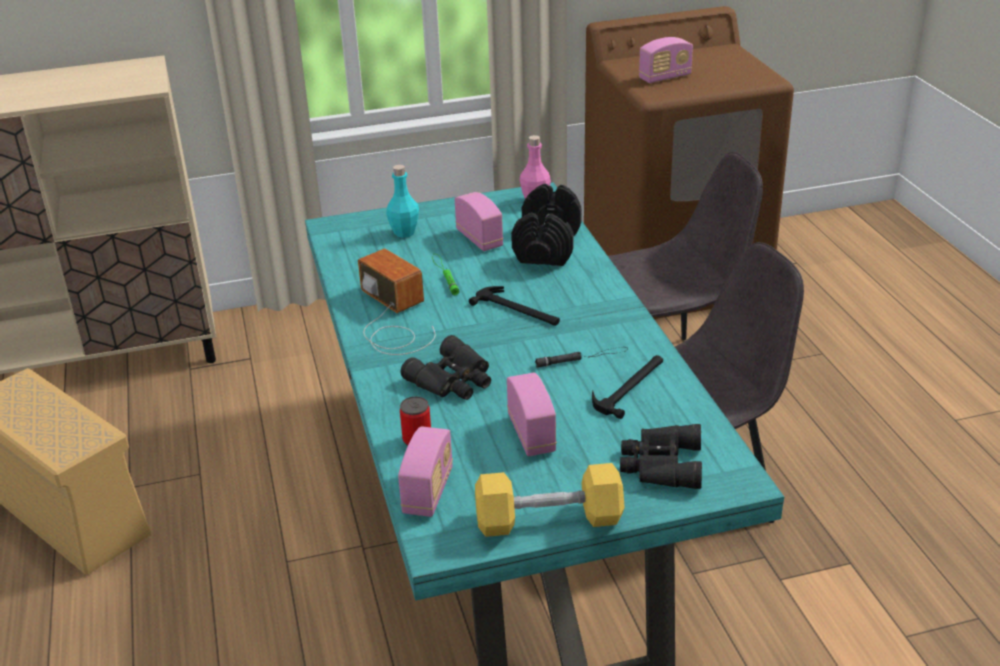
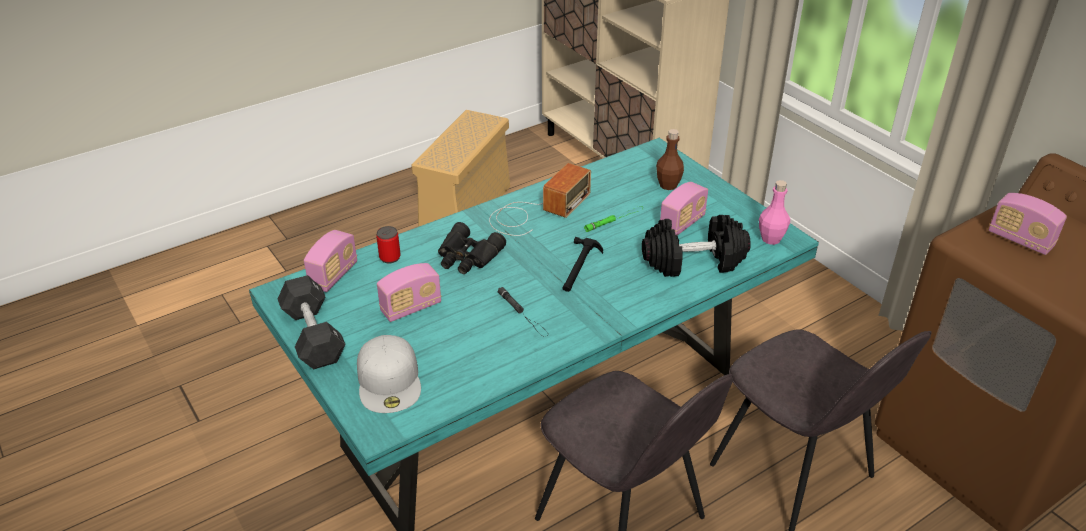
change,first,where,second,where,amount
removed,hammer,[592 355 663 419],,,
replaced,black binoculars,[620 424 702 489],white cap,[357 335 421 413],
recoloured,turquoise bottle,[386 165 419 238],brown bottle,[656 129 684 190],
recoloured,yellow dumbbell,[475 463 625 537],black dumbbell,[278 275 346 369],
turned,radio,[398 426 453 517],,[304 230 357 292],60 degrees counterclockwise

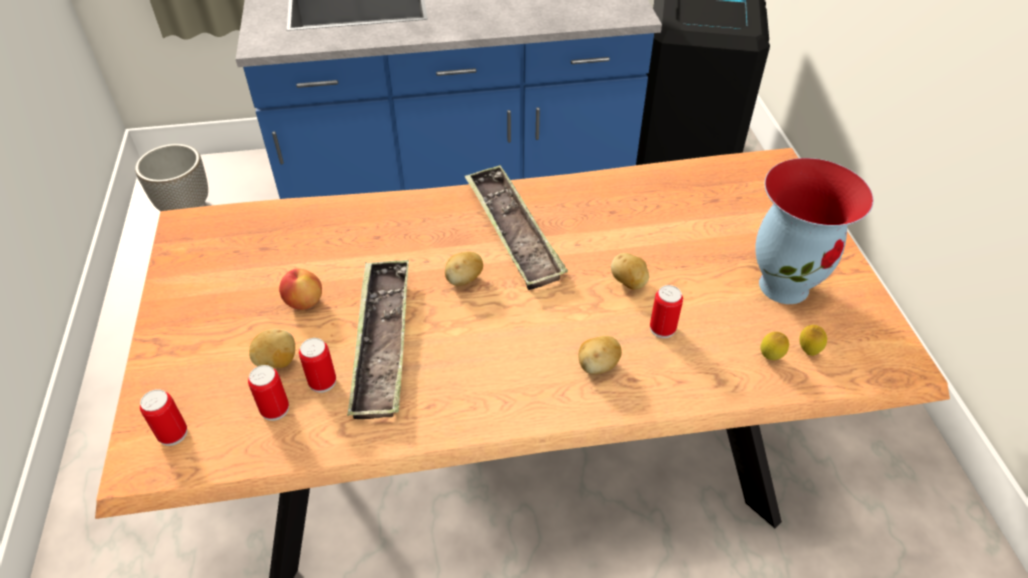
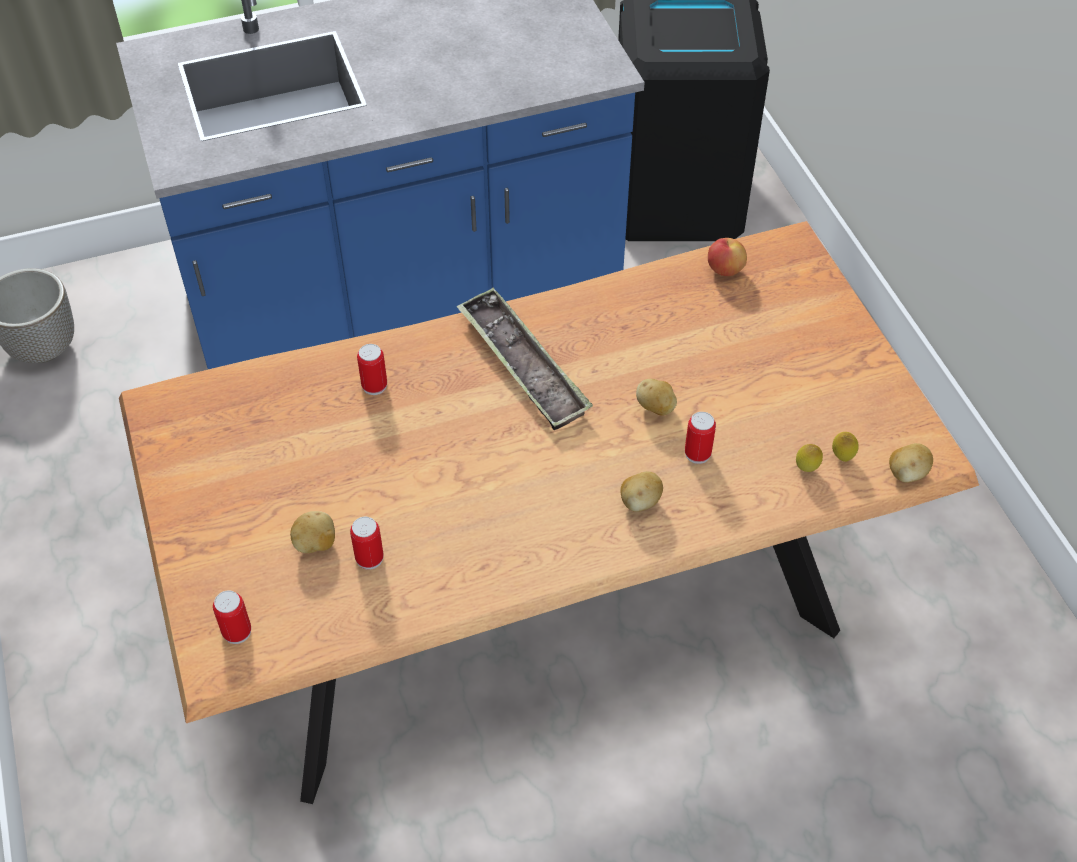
change,first,where,second,where,amount
removed,tray,[347 260 409 419],,,
removed,vase,[755 158 874 304],,,
moved,can,[248 365 289 421],,[357 344 387 395],
moved,apple,[279 269 322 310],,[708 238 747 276],
moved,potato,[445 251 483 286],,[889 443 933 483],

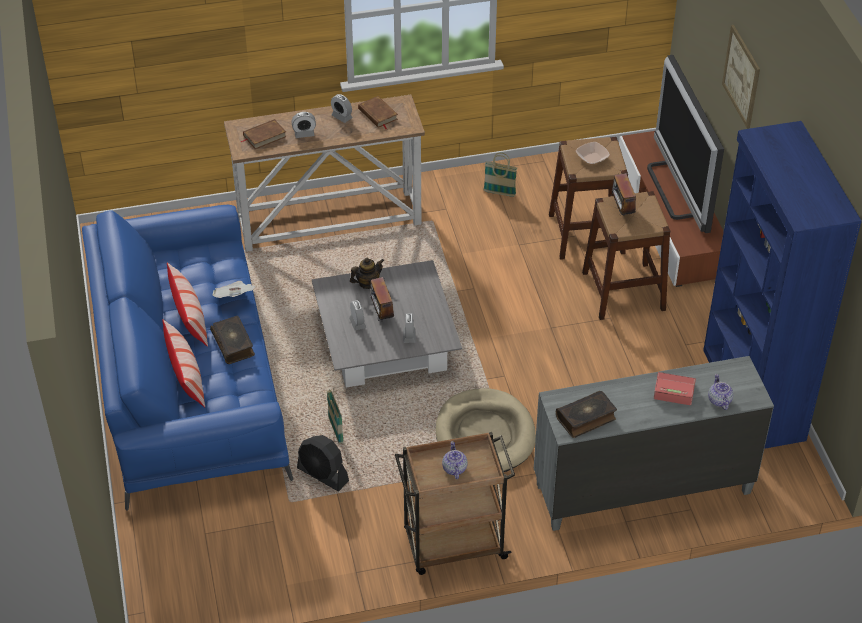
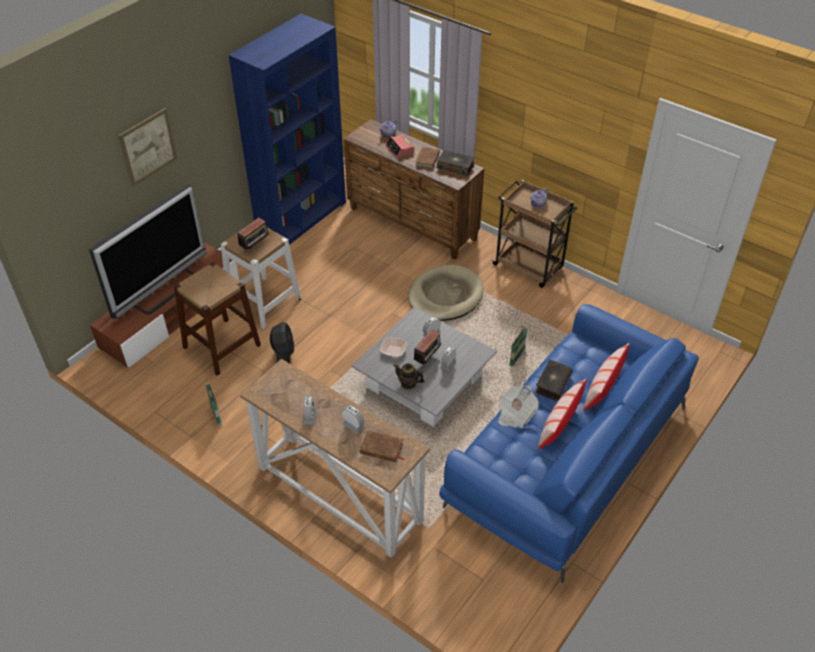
change,first,where,second,where,amount
moved,black fan,[297 435 349 492],,[270 322 294 363],
moved,brown book,[358 96 398 129],,[416 147 440 169],
moved,bowl,[576 142 610 164],,[380 337 407 357],
recoloured,grey dresser,[534 356 774 531],brown dresser,[344 119 484 259],
recoloured,brown stool,[582 191 670 320],white stool,[221 227 301 329],

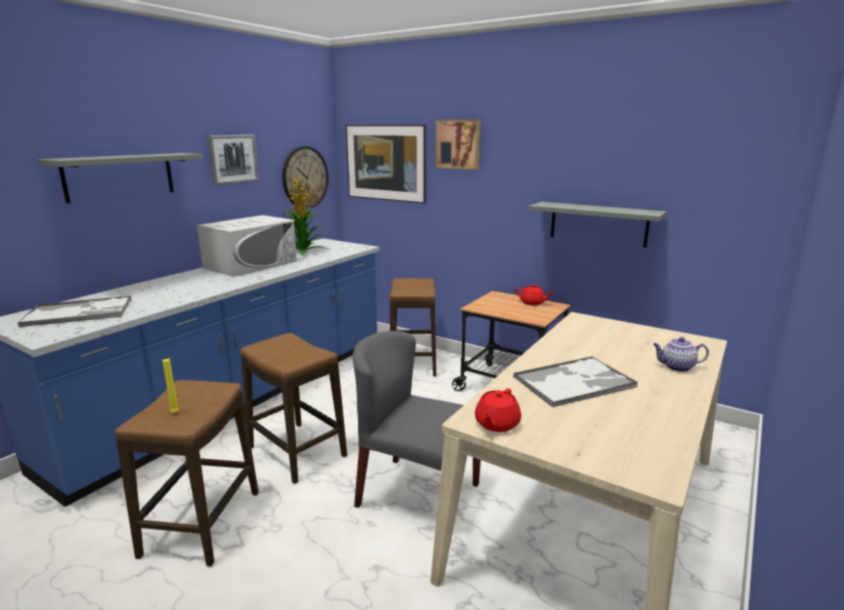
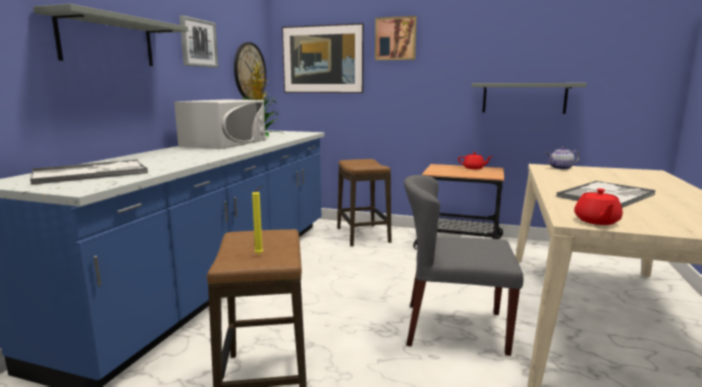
change,first,where,second,where,amount
removed,stool,[241 333 347 484],,,
moved,teapot,[653 337 709 372],,[546 146 580 170],

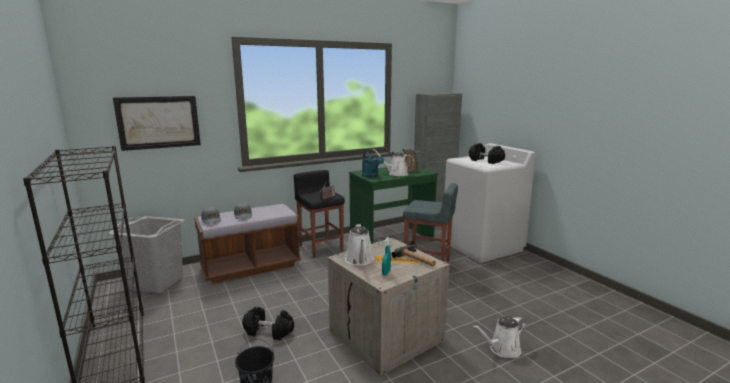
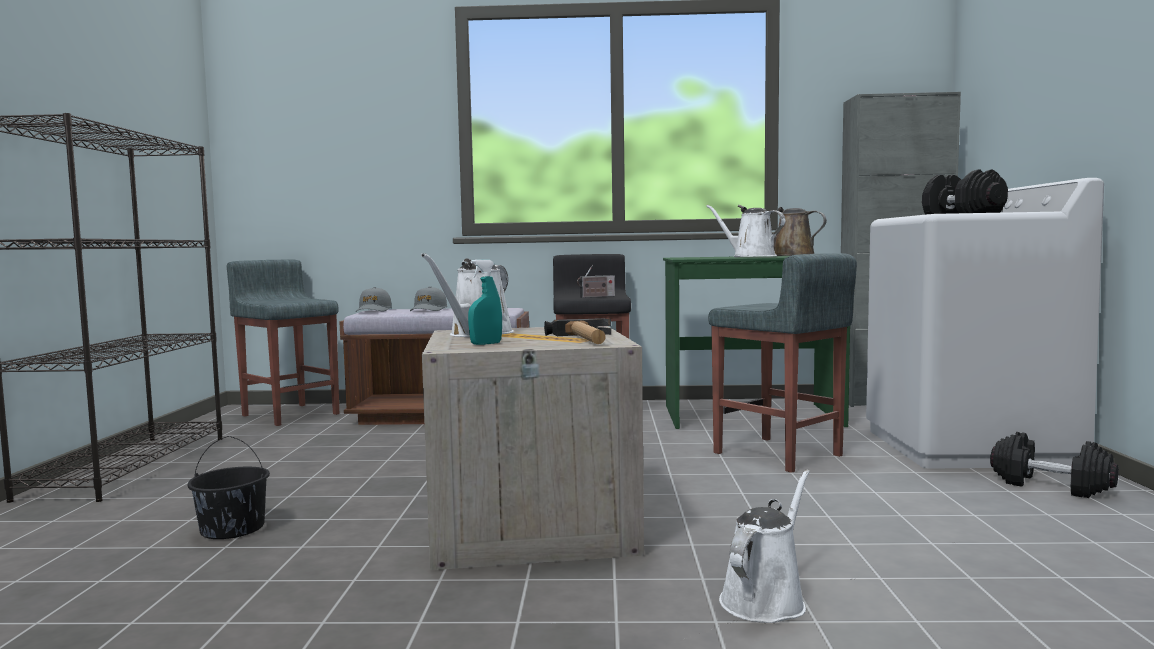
change,first,where,second,where,amount
removed,picture,[113 96 201 151],,,
removed,turquoise watering can,[362 152 384 178],,,
moved,black dumbbell,[242 307 294 340],,[990 432 1119 498],
replaced,grey laundry basket,[109 216 185 293],grey stool,[227 260 339 426],
turned,white watering can,[473 317 527 358],,[719 470 810 623],120 degrees clockwise

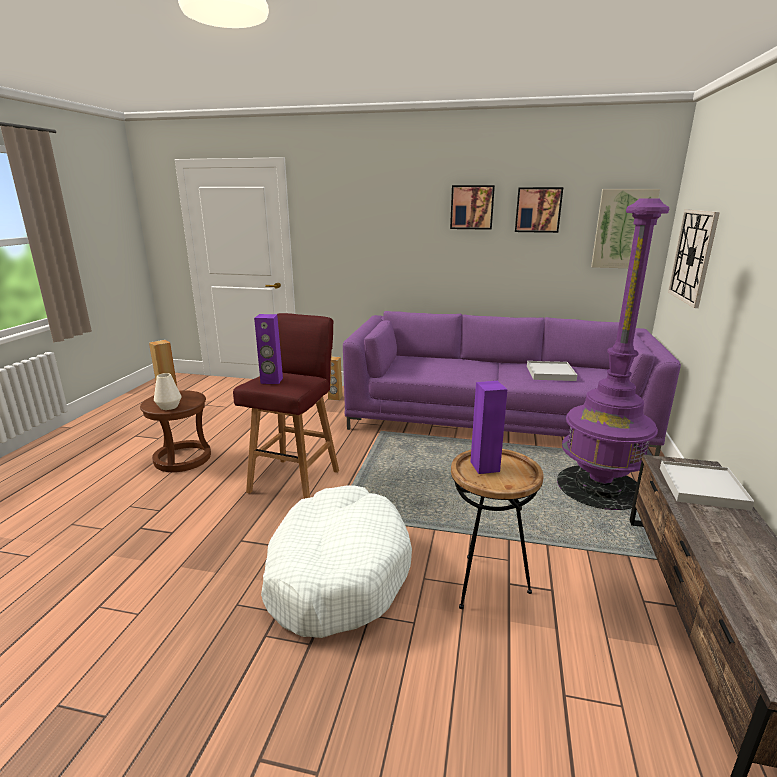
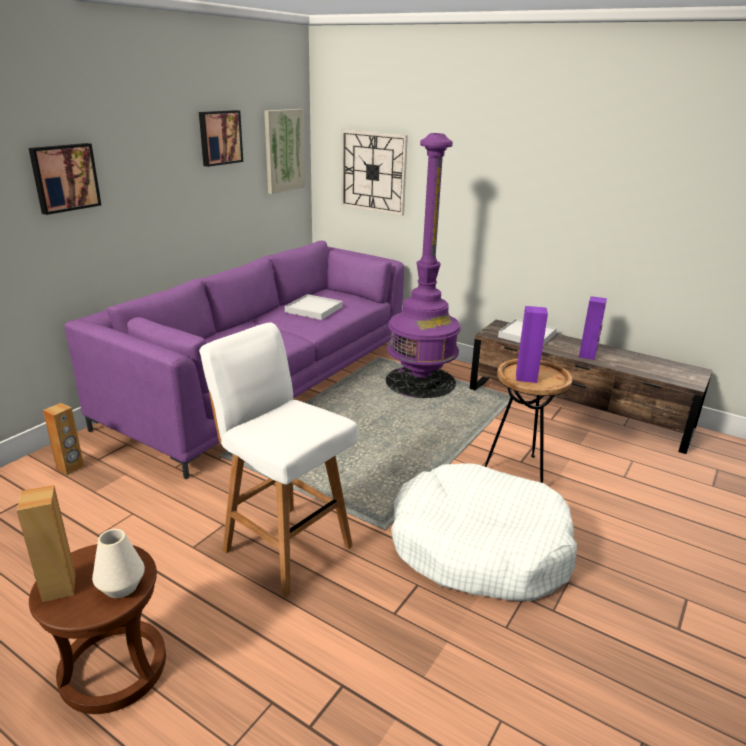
change,first,where,second,where,amount
moved,purple speaker,[254 314 283 384],,[579 296 607 360],
moved,picture,[450 185 495 230],,[29 143 101 215],
recoloured,red stool,[233 313 339 499],white stool,[199 322 358 597],

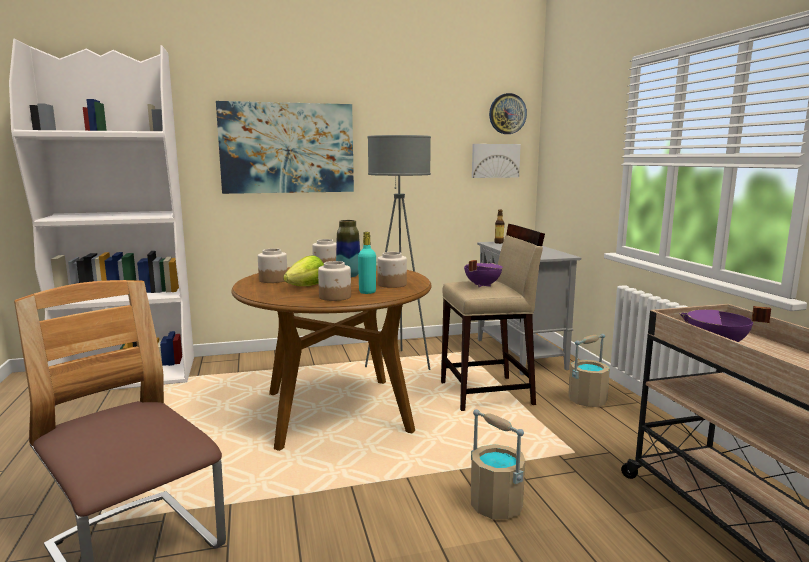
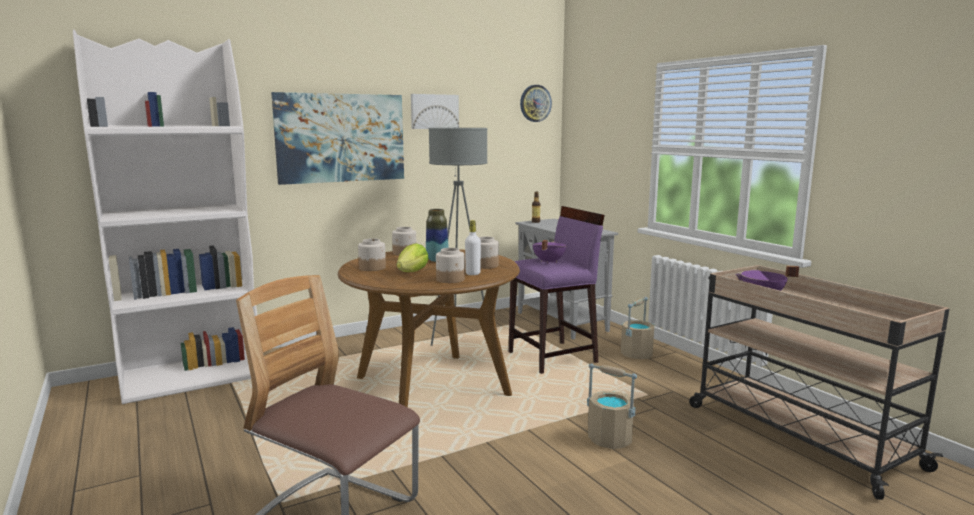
change,first,where,second,where,amount
moved,picture,[472 144 521 178],,[411 94 459 129],
recoloured,turquoise bottle,[358 232 376 294],white bottle,[465 220 481 275],
recoloured,beige stool,[441 224 545 411],purple stool,[509 206 605 374],

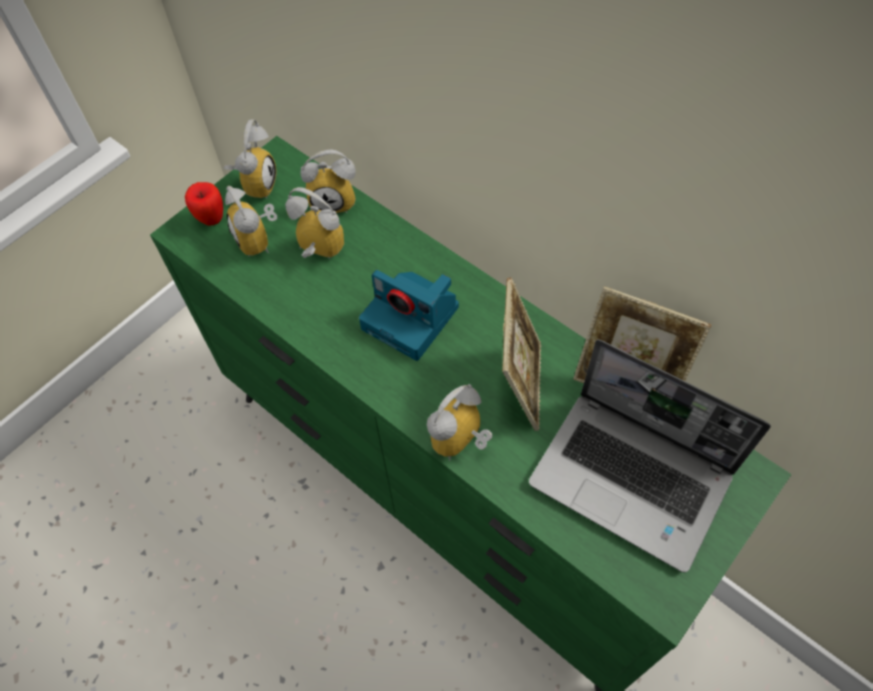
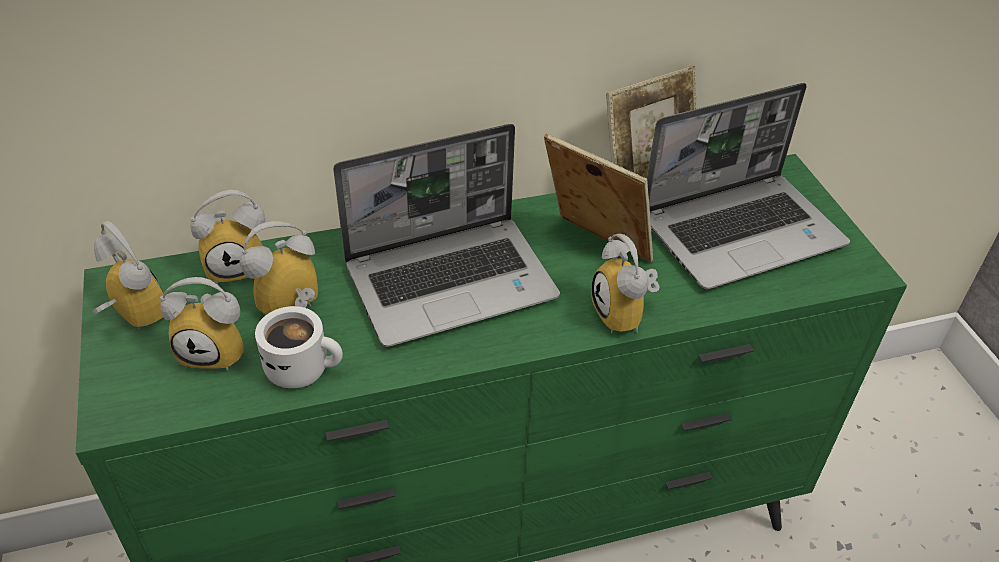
change,first,where,second,where,amount
removed,apple,[185 182 223 226],,,
added,,,white mug,[255 306 343 388],
replaced,photo camera,[359 270 459 361],laptop,[333 124 560 347],
turned,alarm clock,[300 150 356 213],,[190 190 265 285],45 degrees clockwise

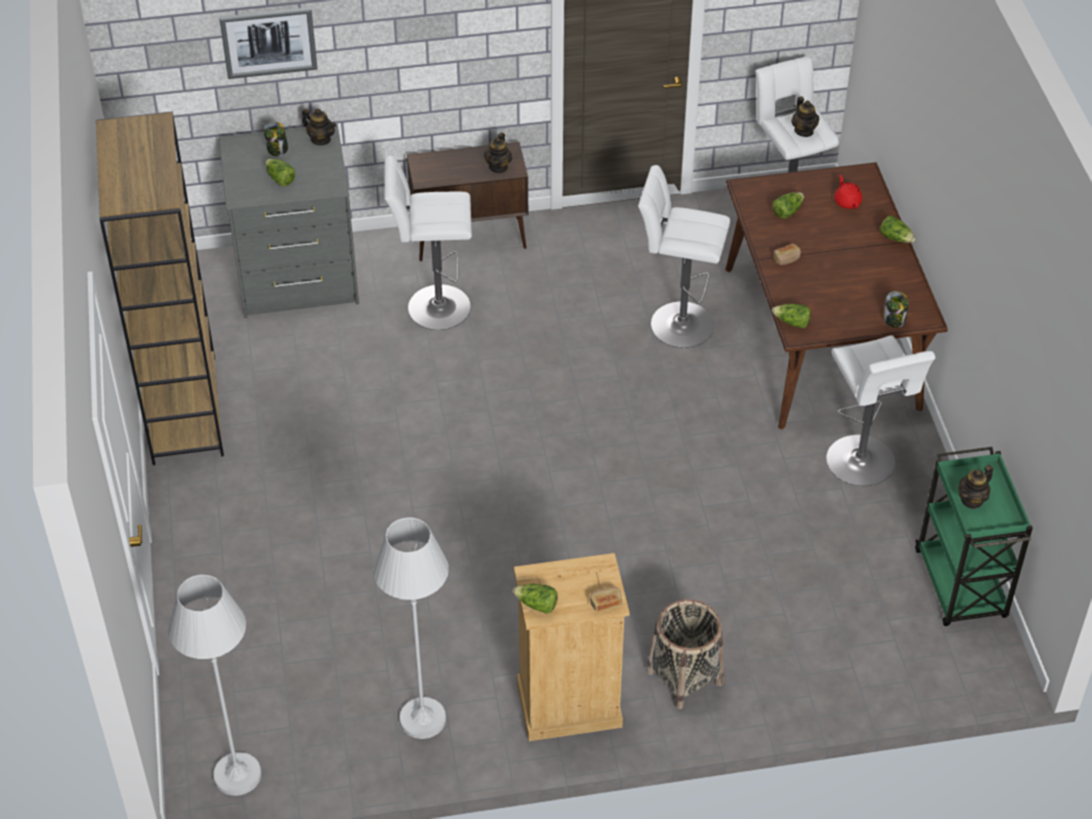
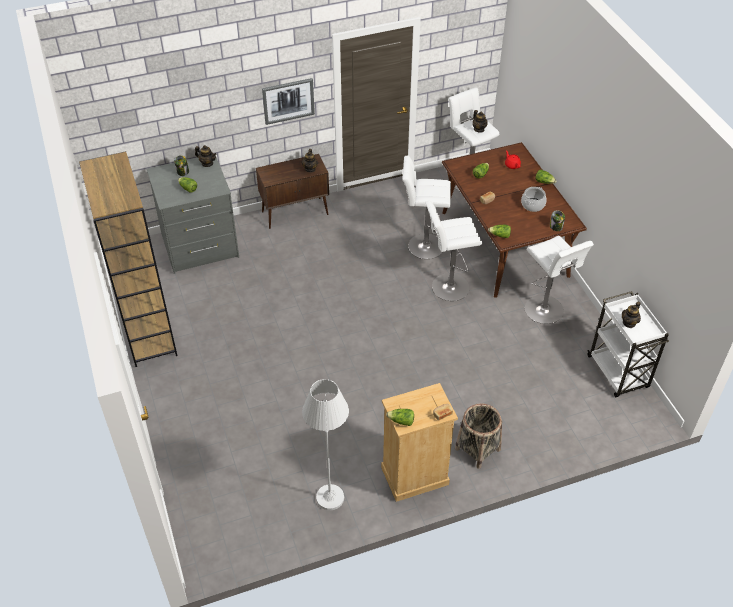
change,first,where,second,where,amount
removed,white floor lamp,[168 575 261 796],,,
added,,,cooking pot,[521 187 547 212],
moved,picture,[219 7 318 79],,[262 78 315 125],
moved,white stool,[384 156 472 330],,[425 200 482 301],
recoloured,green cart,[915 447 1033 626],white cart,[587 291 669 397],

